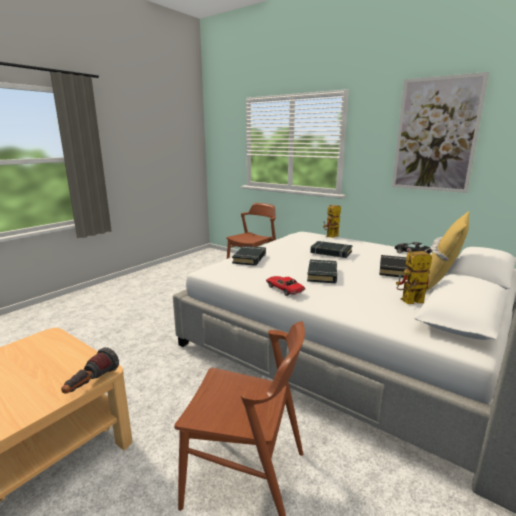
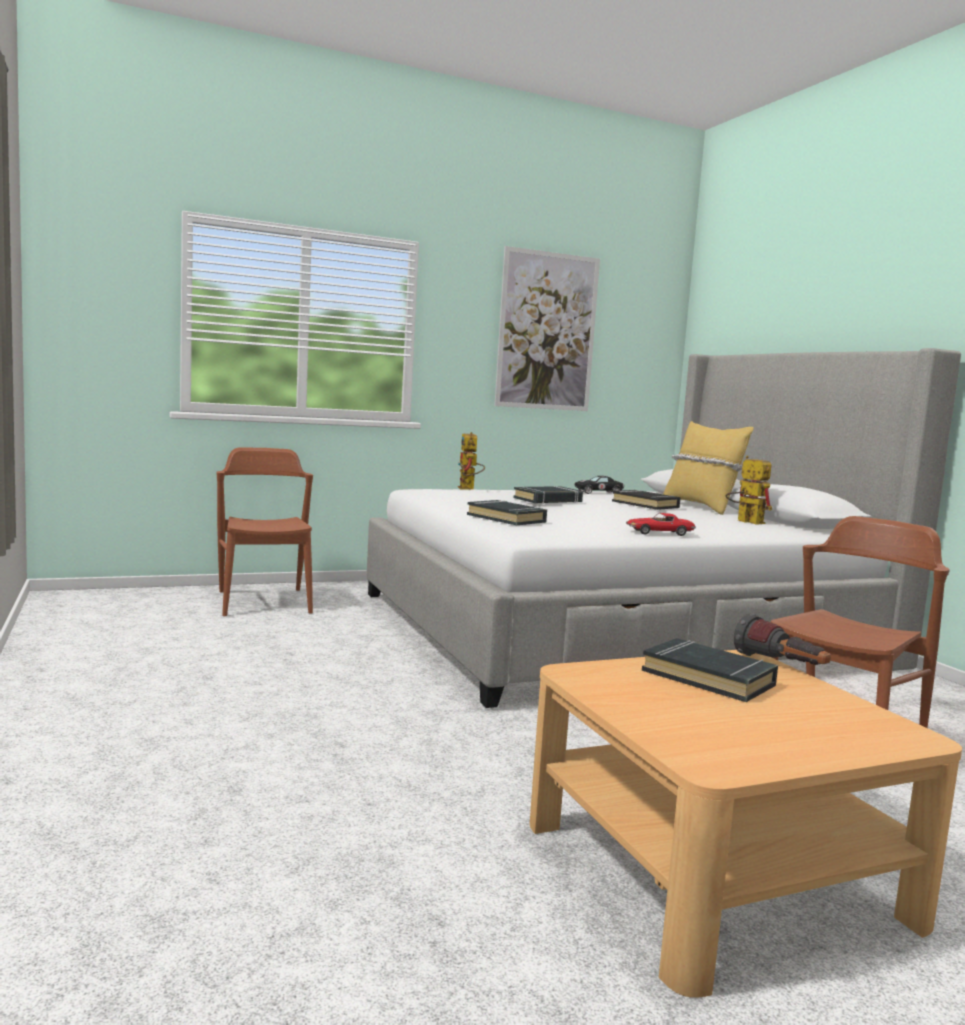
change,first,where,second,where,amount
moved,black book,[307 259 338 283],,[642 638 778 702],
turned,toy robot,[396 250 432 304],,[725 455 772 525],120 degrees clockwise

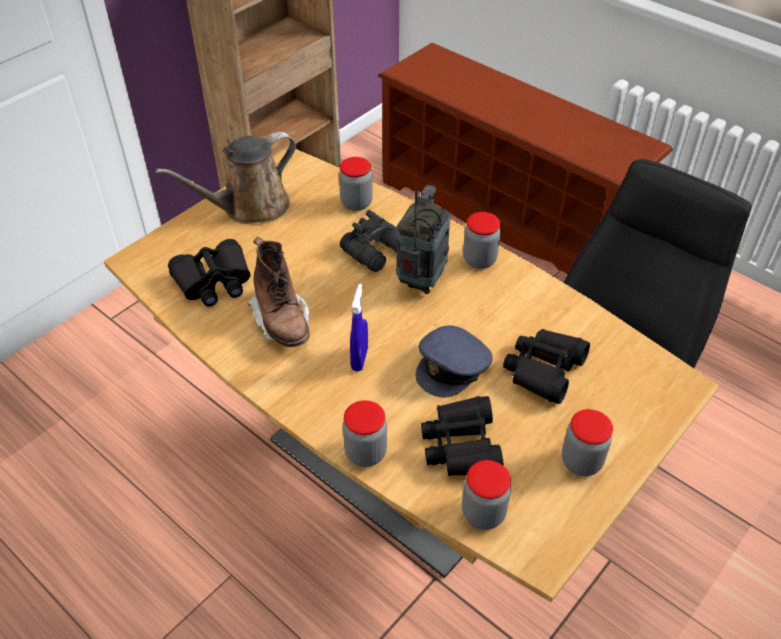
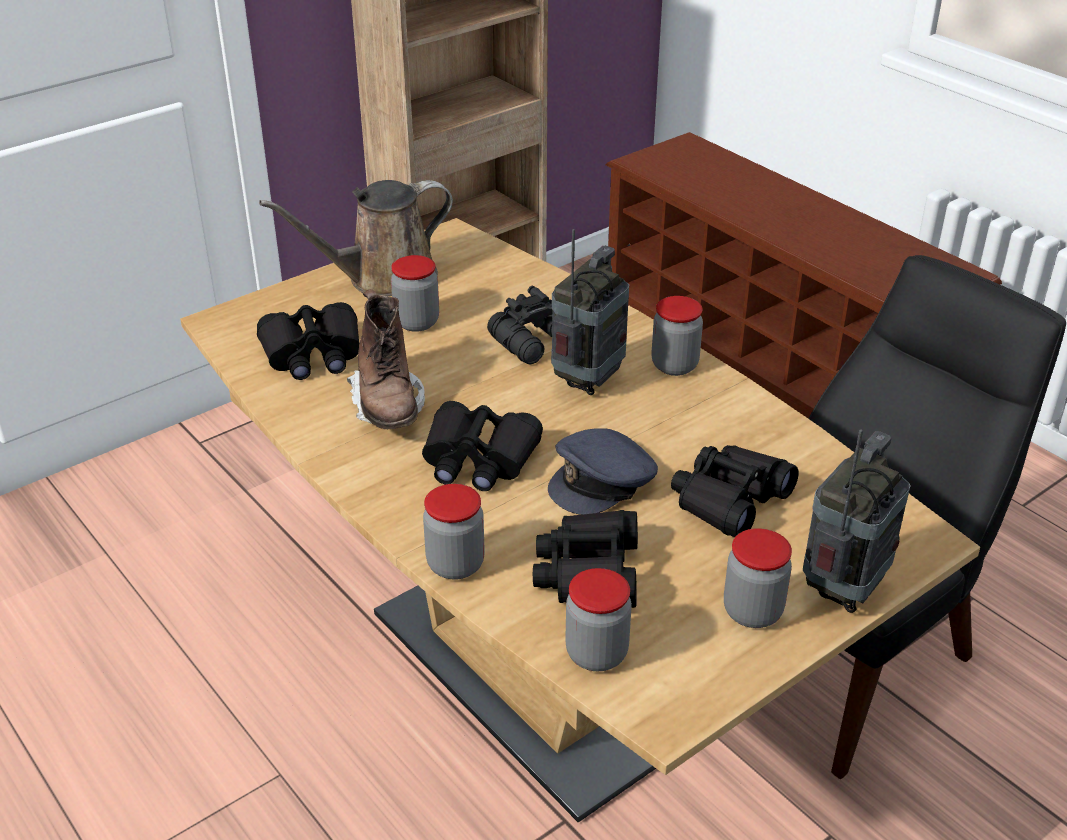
change,first,where,second,where,amount
added,,,radio,[803 429 910 613],
moved,jar,[339 157 373 211],,[391 255 439 332],
replaced,blue spray bottle,[350 284 368 371],black binoculars,[422 401 543 491],

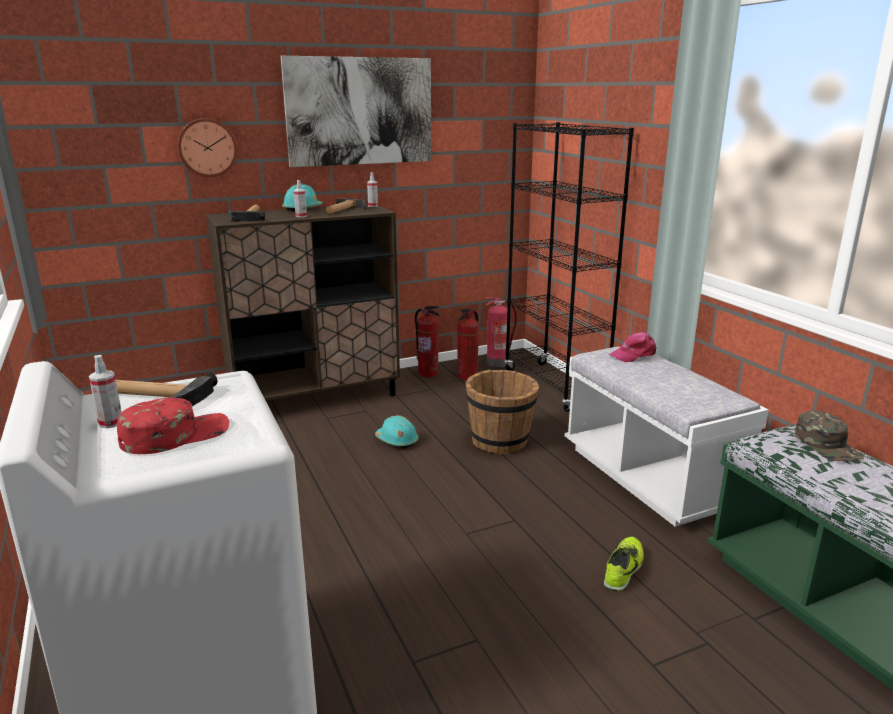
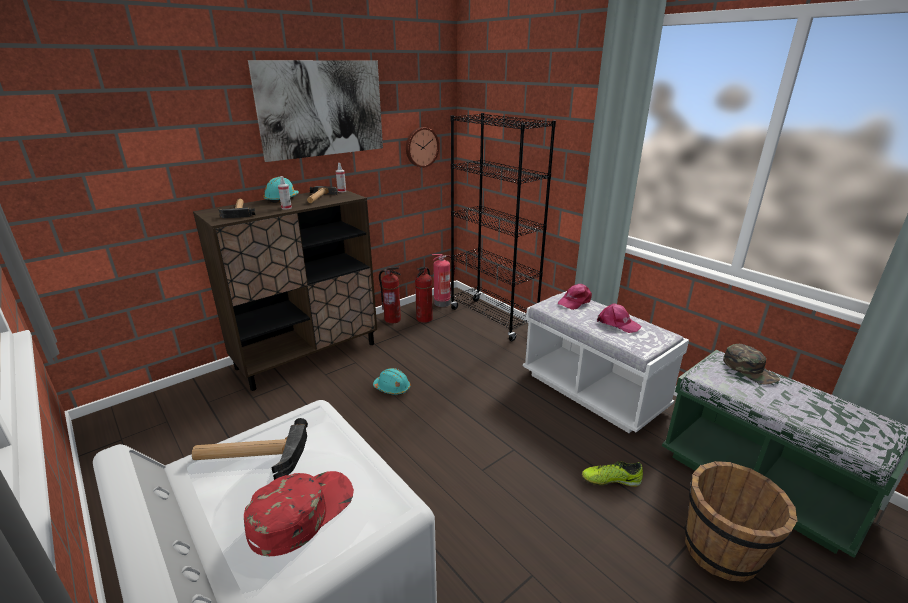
change,first,where,second,where,amount
removed,spray bottle,[89 355 122 428],,,
added,,,pink cap,[597 303 642 333],
moved,wall clock,[178 118 237 177],,[406 127 439 168],
moved,brown bucket,[465 370 539 454],,[685 461 798 582],
turned,shoe,[604 537 644 592],,[582 461 643 487],105 degrees counterclockwise

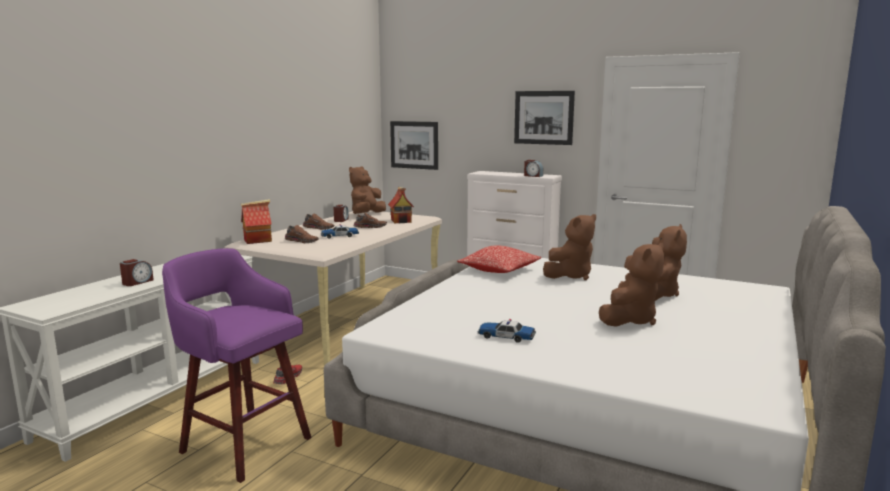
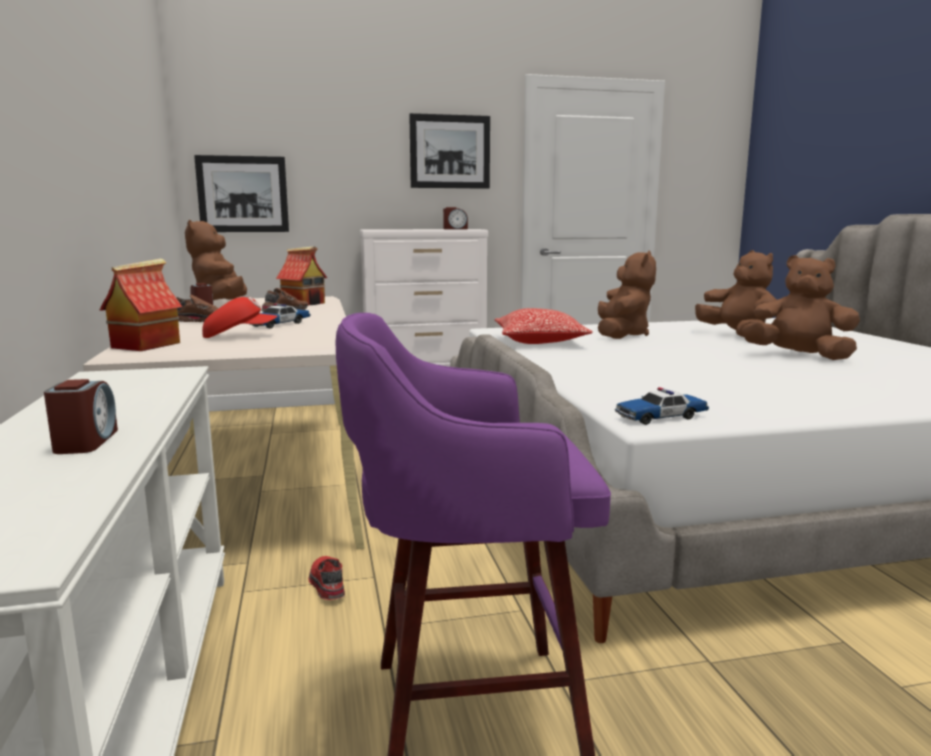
change,first,where,second,where,amount
moved,toy car,[477 319 536 343],,[615 387 709 425],
replaced,brown shoe,[285 225 319 243],red cap,[202 297 277 338],
turned,brown plush toy,[599 243 665 327],,[742 255 860 360],60 degrees counterclockwise

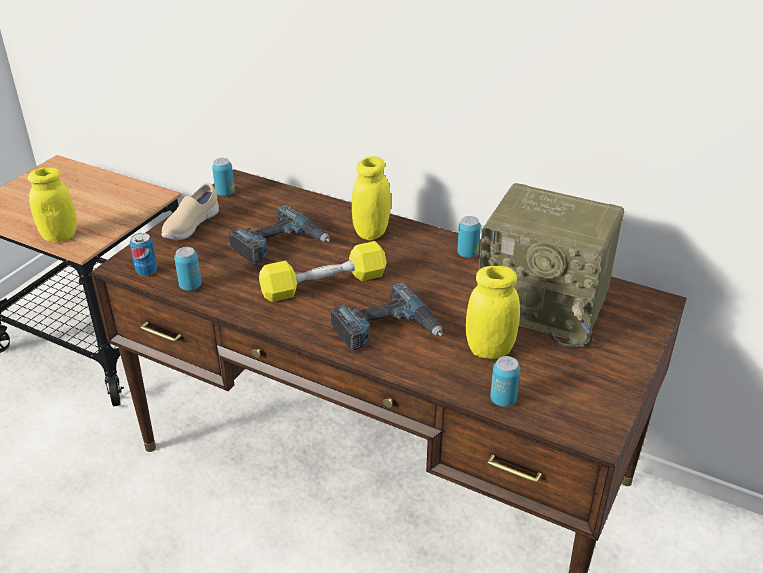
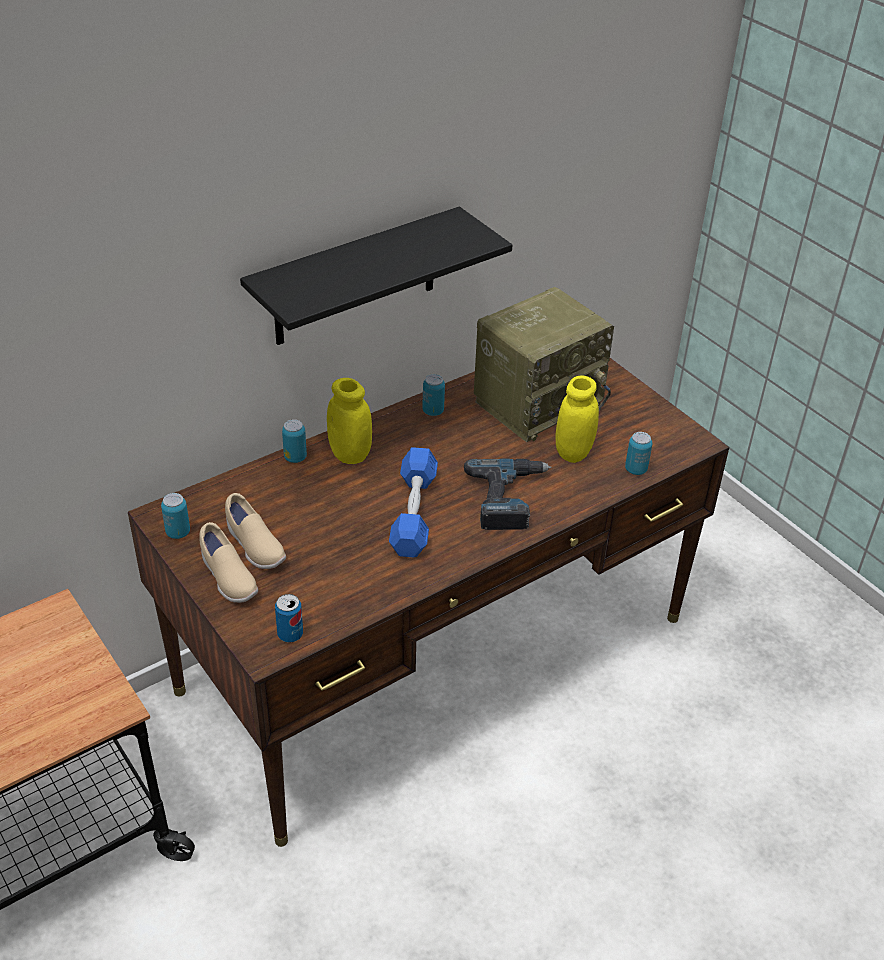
change,first,where,second,where,amount
removed,yellow jar,[28 167 77 243],,,
removed,power drill,[229 205 330 264],,,
added,,,beige shoe,[225 493 286 569],
added,,,black shelf,[240 207 512 345],
moved,can,[174 247 202 291],,[282 419 307 463],
recoloured,yellow dumbbell,[259 241 387 302],blue dumbbell,[389 447 438 557],

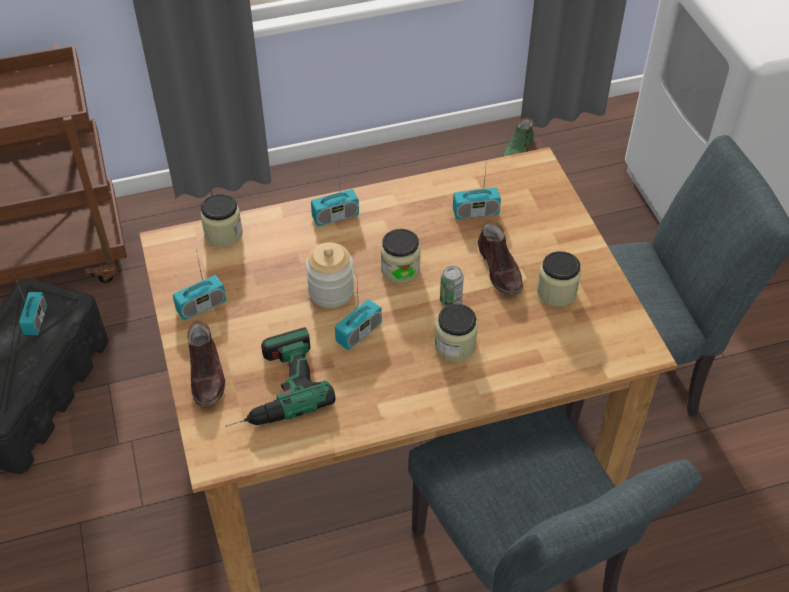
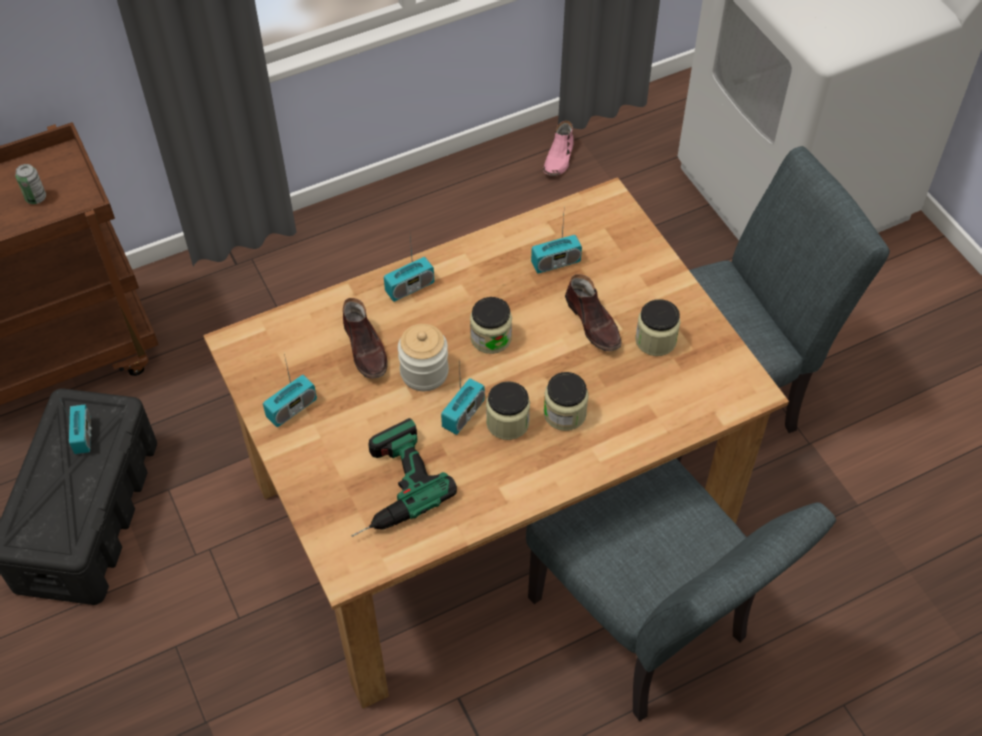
change,first,where,second,where,amount
moved,brown shoe,[187 321 225 406],,[343 298 388 379],
moved,jar,[201 194 243 247],,[486 381 530 440],
moved,can,[440 266 464 306],,[15 164 46 204],
recoloured,green shoe,[501 117 534 157],pink shoe,[543 120 574 176],

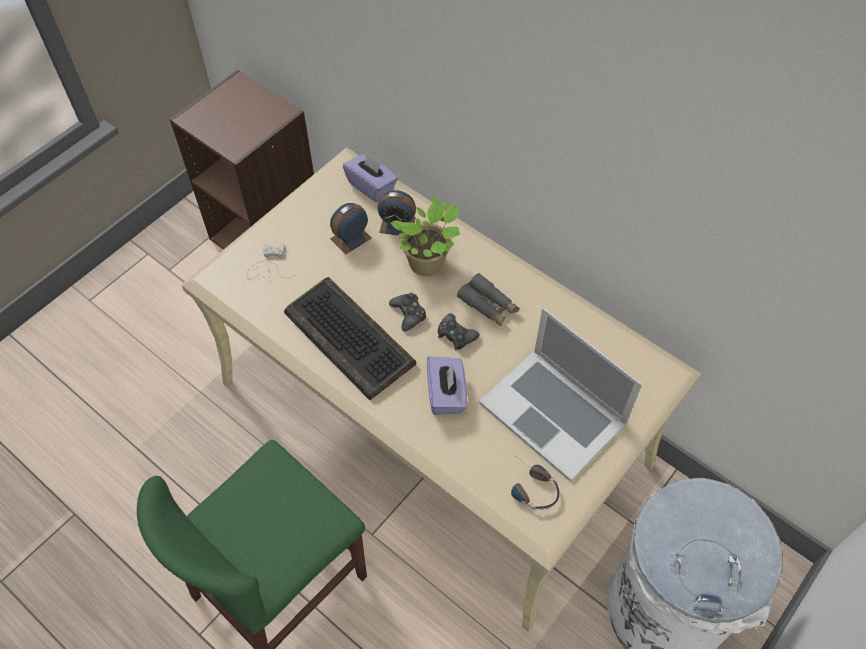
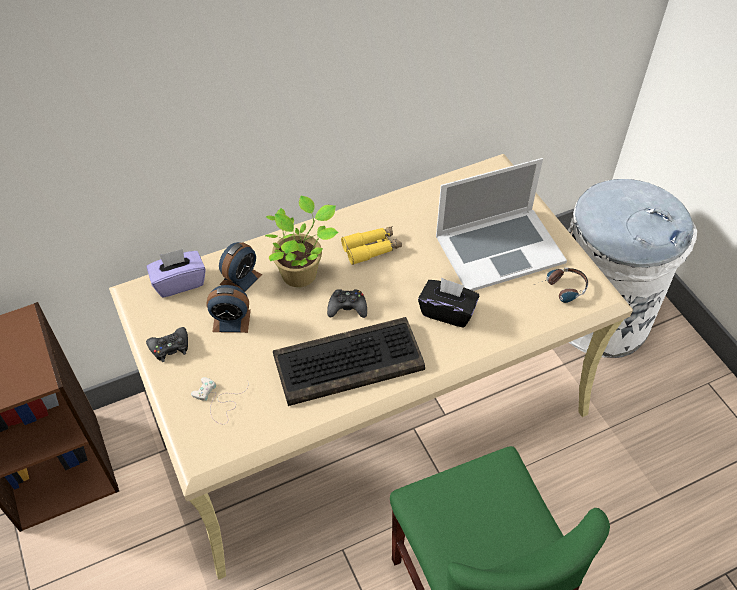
change,first,where,second,where,amount
moved,black game controller,[438 313 480 350],,[146 327 188 362],
recoloured,purple tissue box,[427 356 467 415],black tissue box,[418 277 479 327],
recoloured,grey binoculars,[457 273 519 327],yellow binoculars,[341 226 402 265],
turned,alarm clock,[330 203 372 255],,[206 285 251 333],75 degrees counterclockwise

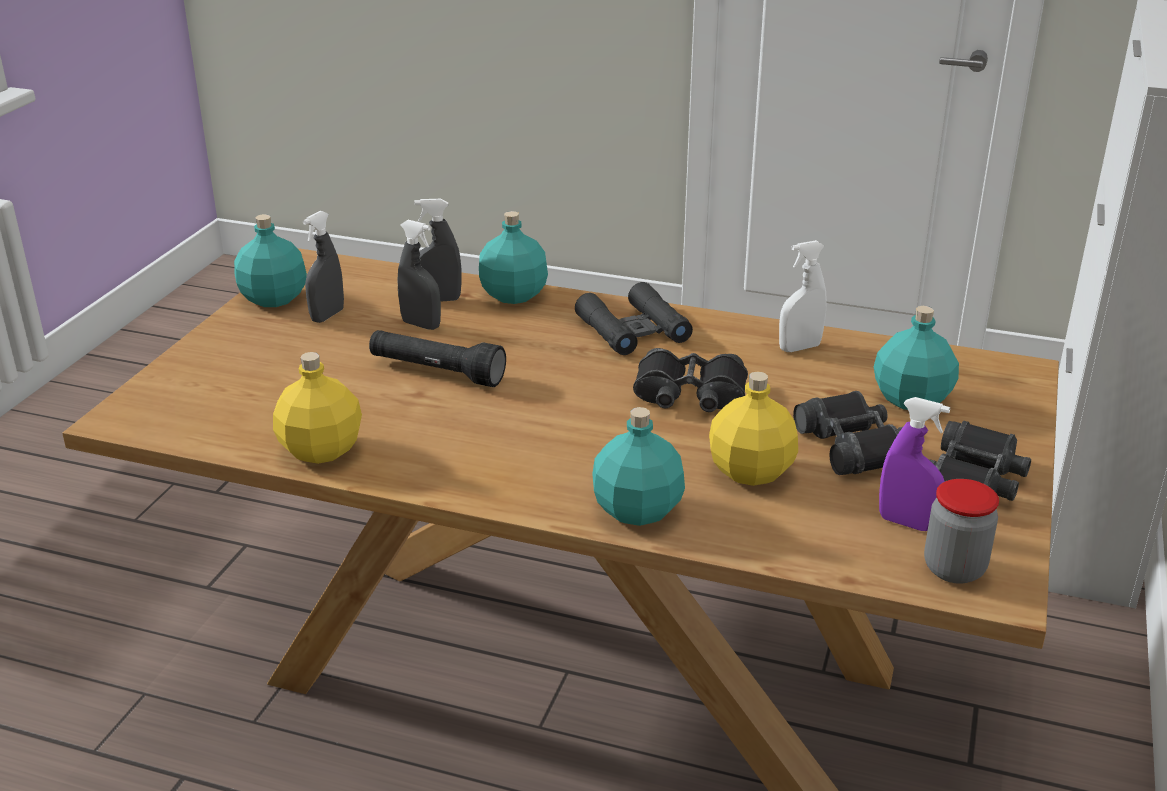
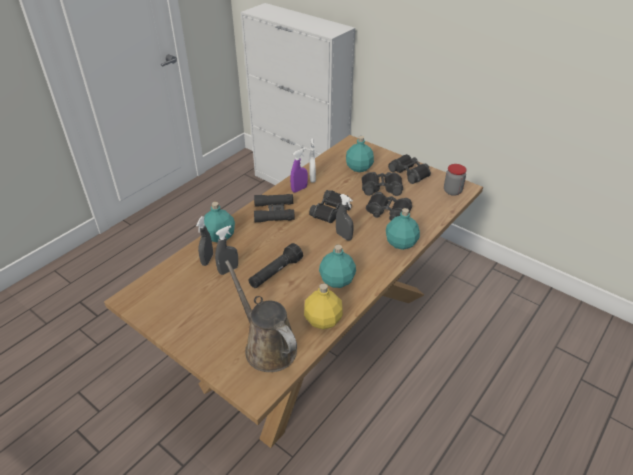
change,first,where,second,where,amount
added,,,brown watering can,[225 260 297 372],
moved,turquoise bottle,[234 214 307 307],,[319 245 356 288],
moved,grey spray bottle,[303 211 344 323],,[336 194 354 241],
moved,purple spray bottle,[879 397 950 531],,[290 148 308 193],
replaced,yellow bottle,[709 372 798 486],black binoculars,[366 192 412 221],

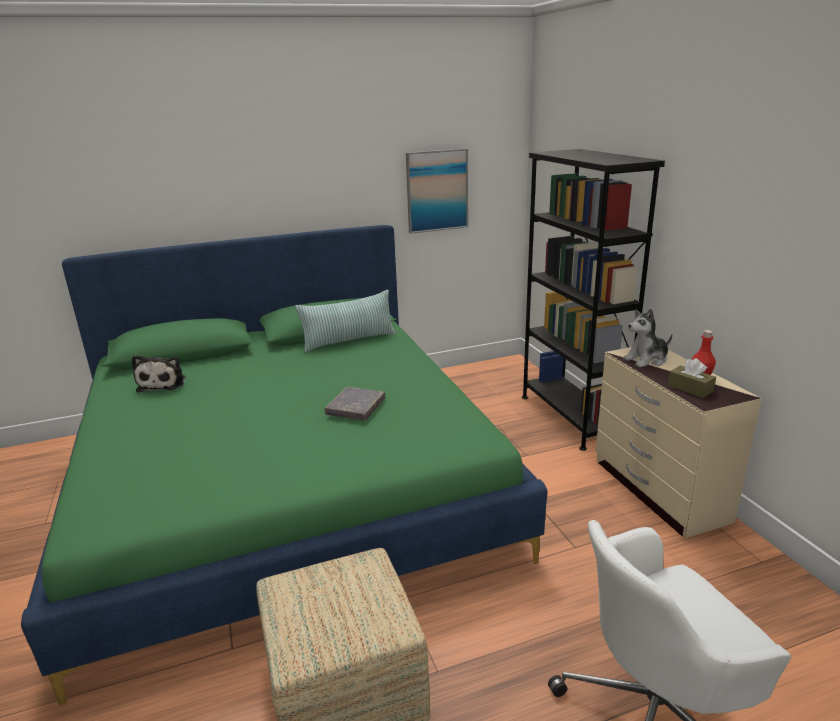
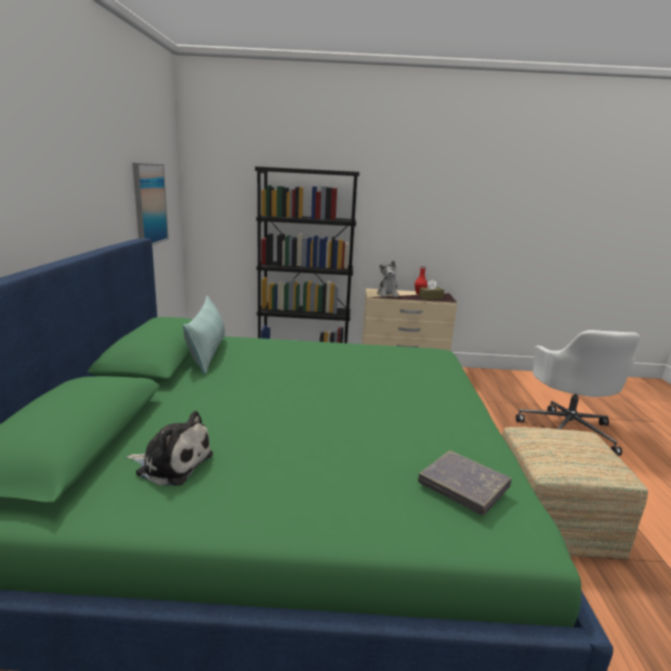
change,first,where,second,where,amount
moved,grey book,[325 386 385 421],,[418 450 512 515],

